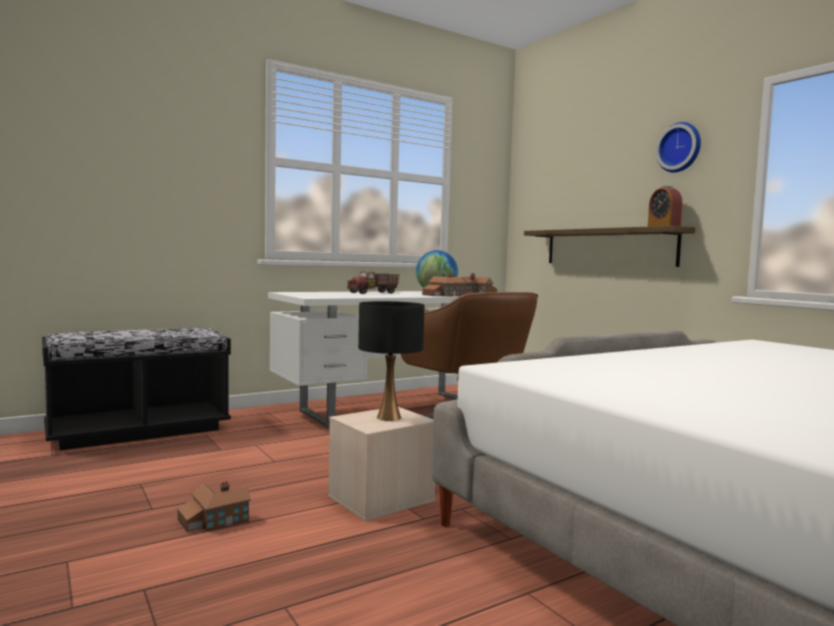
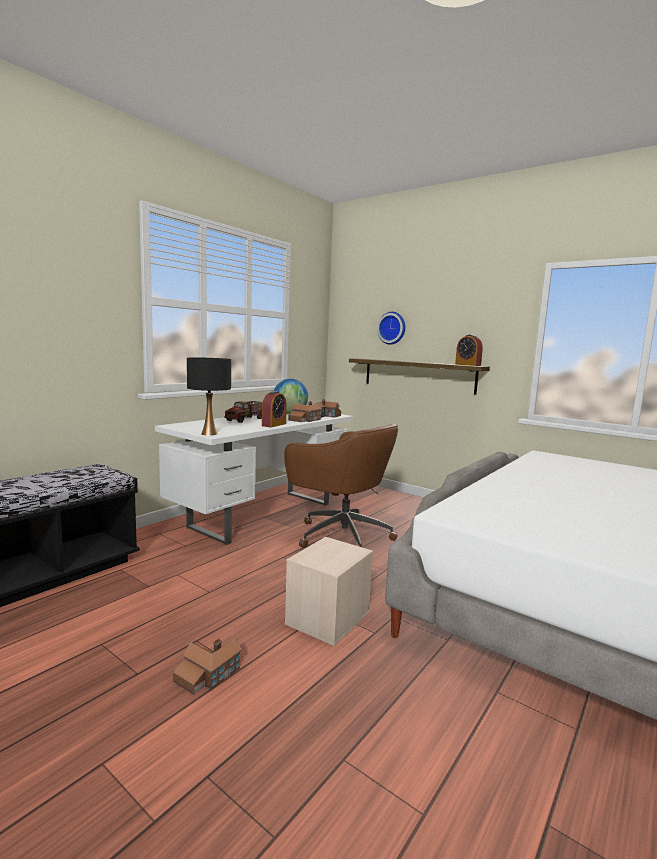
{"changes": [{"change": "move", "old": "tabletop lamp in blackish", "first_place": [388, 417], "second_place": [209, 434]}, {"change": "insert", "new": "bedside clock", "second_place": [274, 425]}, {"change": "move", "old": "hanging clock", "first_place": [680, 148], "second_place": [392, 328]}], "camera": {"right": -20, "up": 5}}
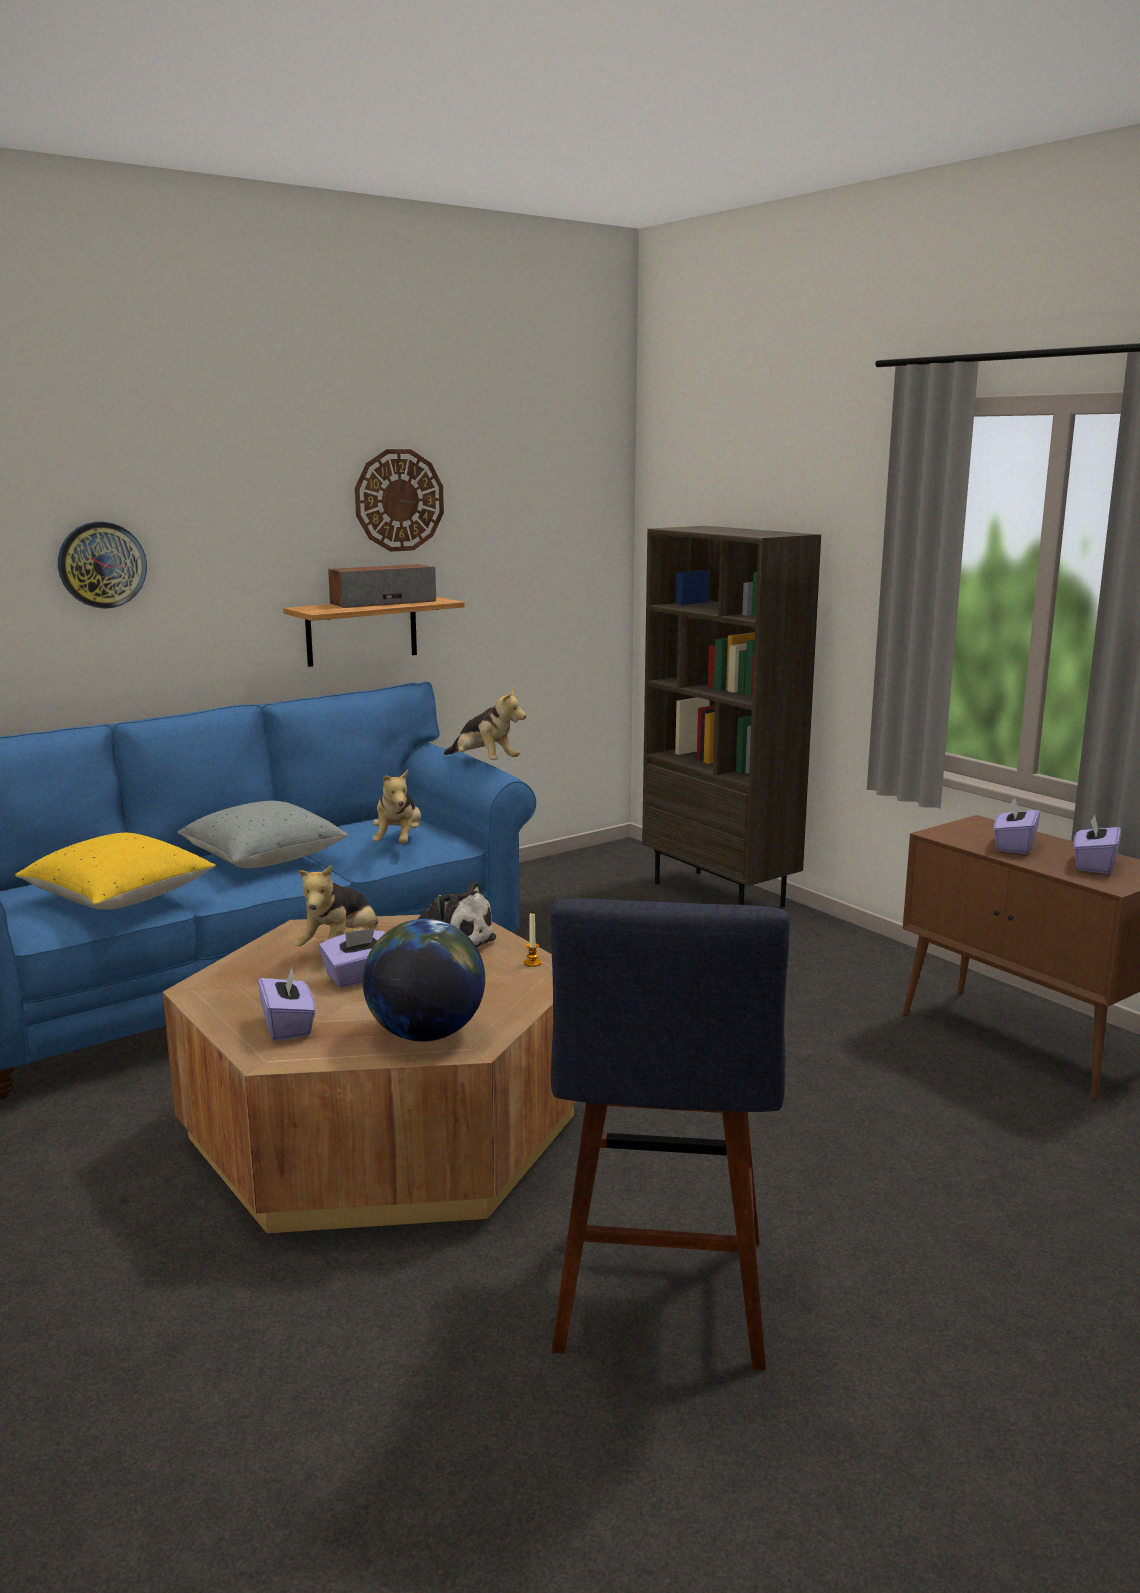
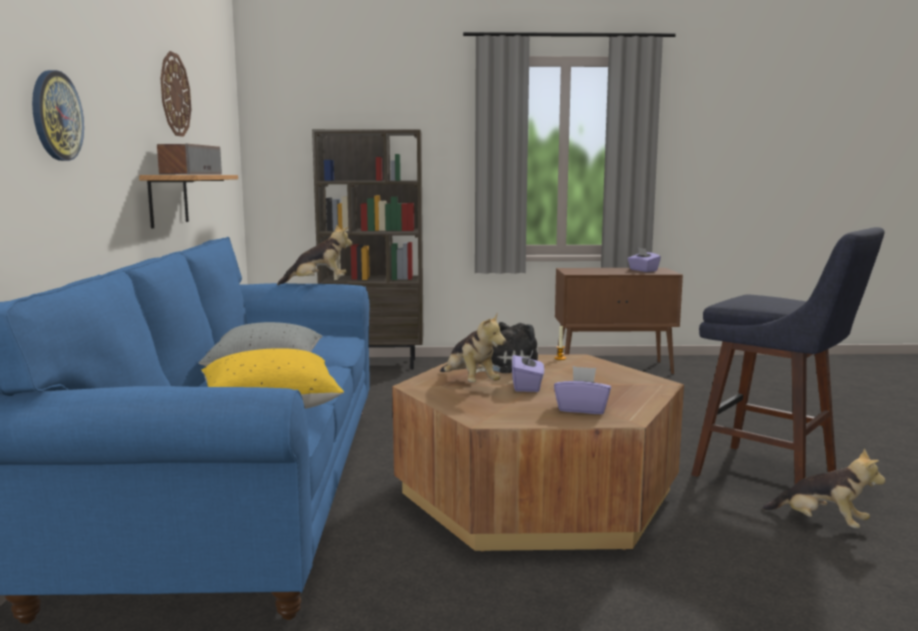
{"changes": [{"change": "move", "old": "plush toy", "first_place": [399, 842], "second_place": [821, 523]}, {"change": "delete", "old": "desk globe", "first_place": [425, 1034]}, {"change": "delete", "old": "tissue holder in purplish", "first_place": [1014, 846]}], "camera": {"right": -55, "up": -5}}
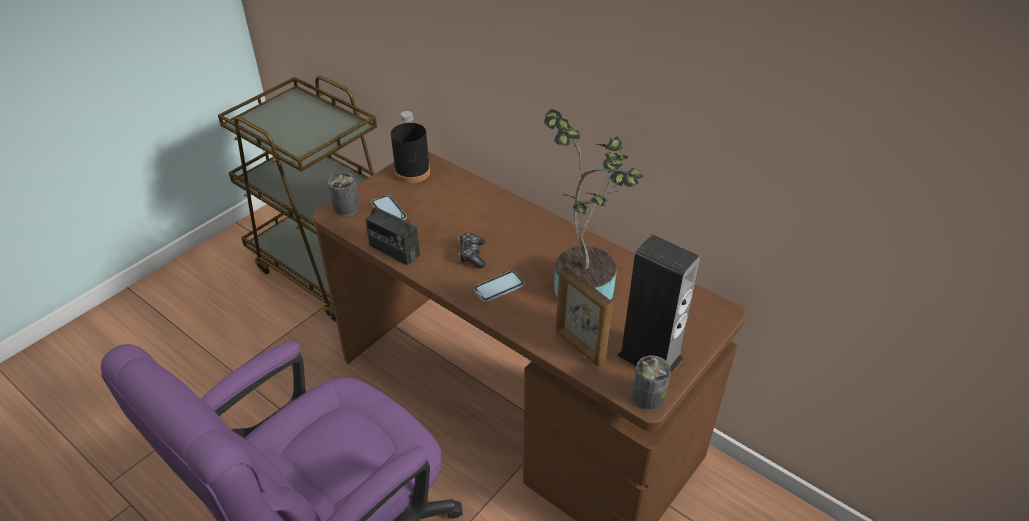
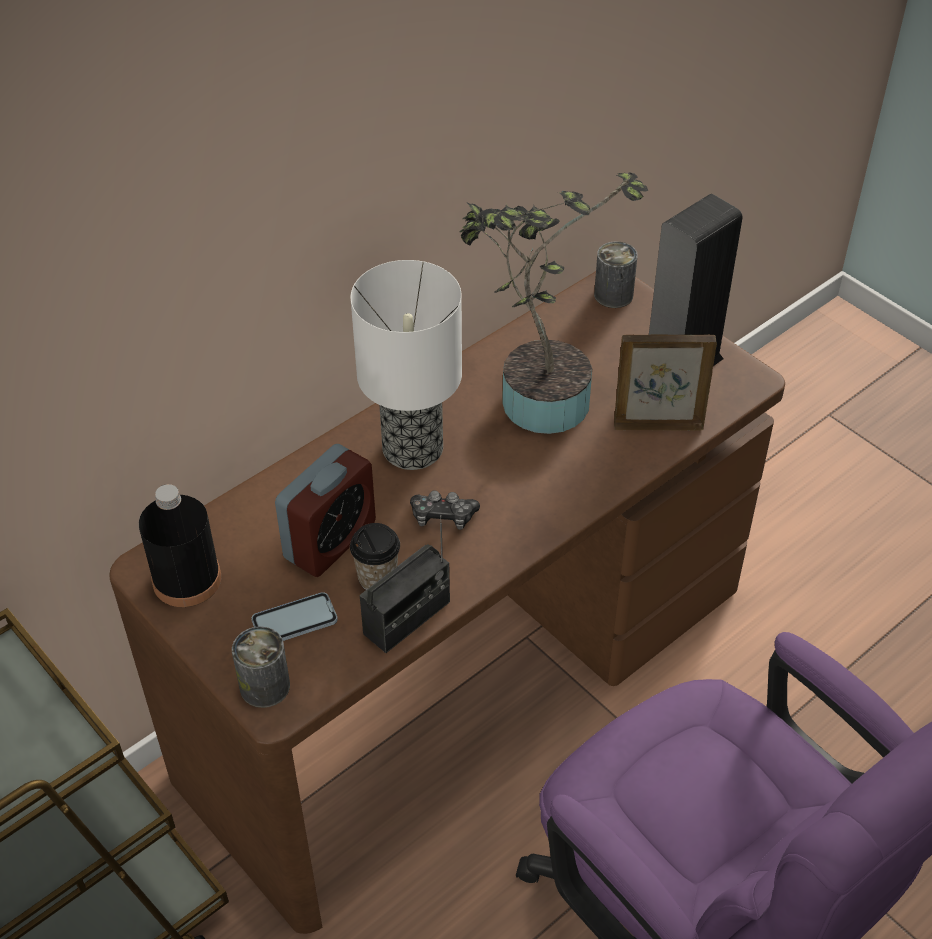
{"changes": [{"change": "insert", "new": "bedside clock", "second_place": [330, 541]}, {"change": "insert", "new": "small cup", "second_place": [377, 578]}, {"change": "insert", "new": "tabletop lamp", "second_place": [414, 448]}, {"change": "move", "old": "metal can", "first_place": [648, 397], "second_place": [613, 295]}, {"change": "rotate", "old": "picture frame", "first_place": [579, 347], "second_place": [657, 425], "degrees": -150}, {"change": "delete", "old": "telephone", "first_place": [499, 287]}], "camera": {"right": -80, "up": 5}}
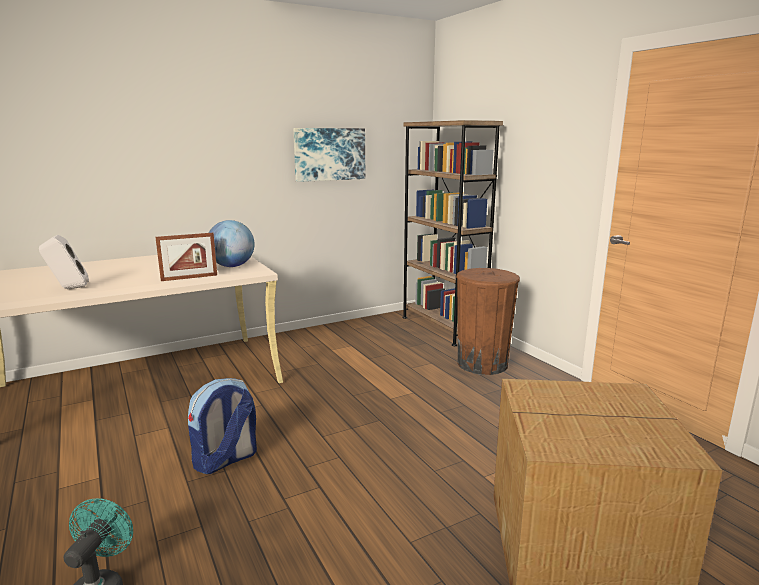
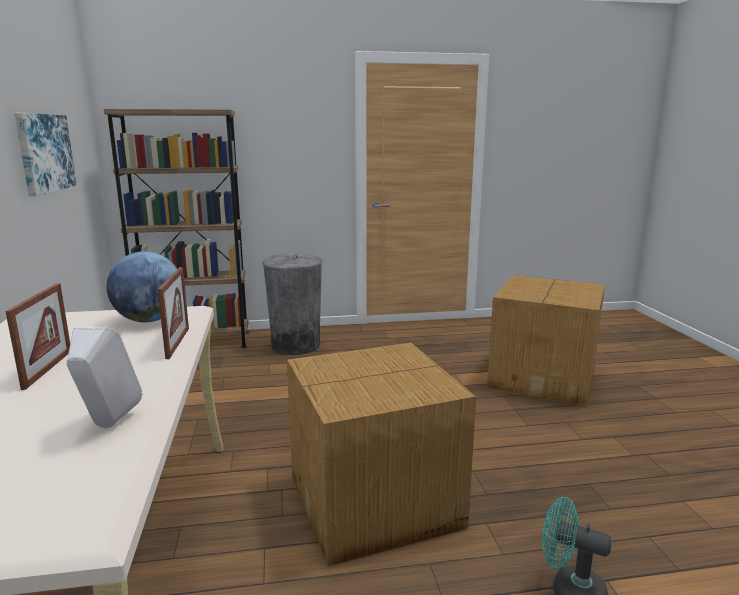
{"changes": [{"change": "insert", "new": "picture frame", "second_place": [48, 369]}, {"change": "recolor", "old": "trash can in brownish", "new": "trash can in greyish", "first_place": [482, 364], "second_place": [295, 345]}, {"change": "replace", "old": "backpack", "new": "packing box", "first_place": [225, 460], "second_place": [377, 502]}], "camera": {"right": -70, "up": 0}}
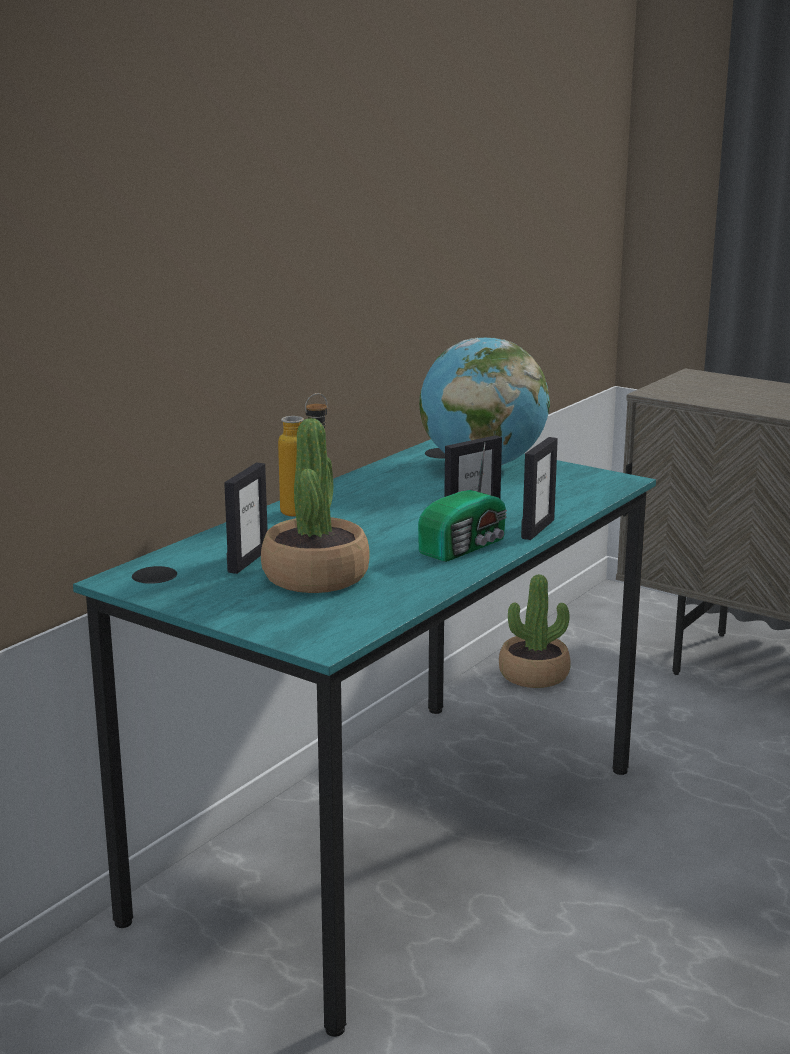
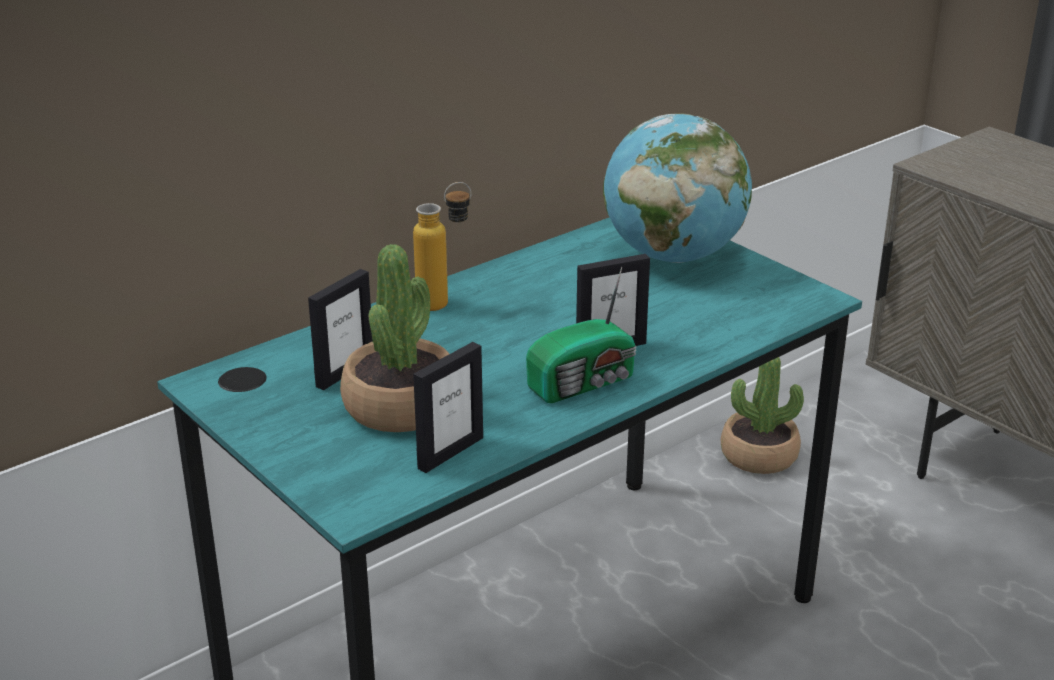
{"changes": [{"change": "move", "old": "picture frame", "first_place": [537, 529], "second_place": [450, 453]}], "camera": {"right": 15, "up": 10}}
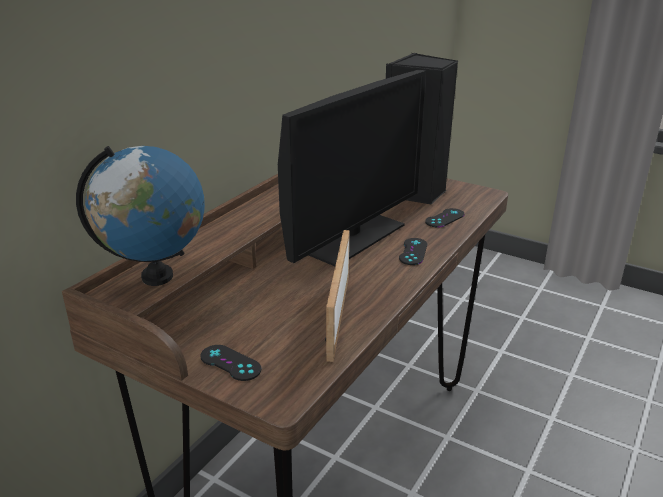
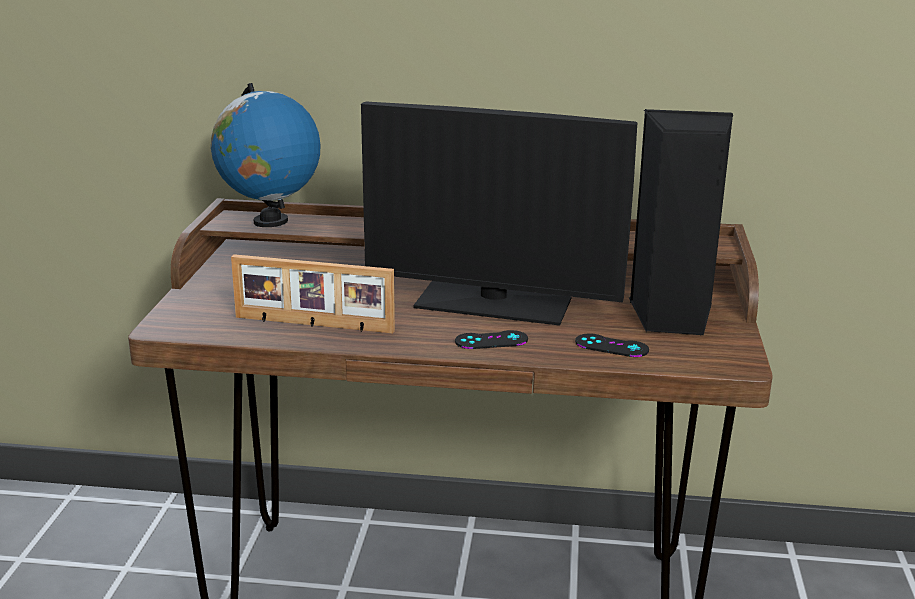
{"changes": [{"change": "rotate", "old": "picture frame", "first_place": [336, 315], "second_place": [313, 325], "degrees": -150}, {"change": "delete", "old": "gamepad in blackish", "first_place": [230, 363]}], "camera": {"right": 65, "up": -5}}
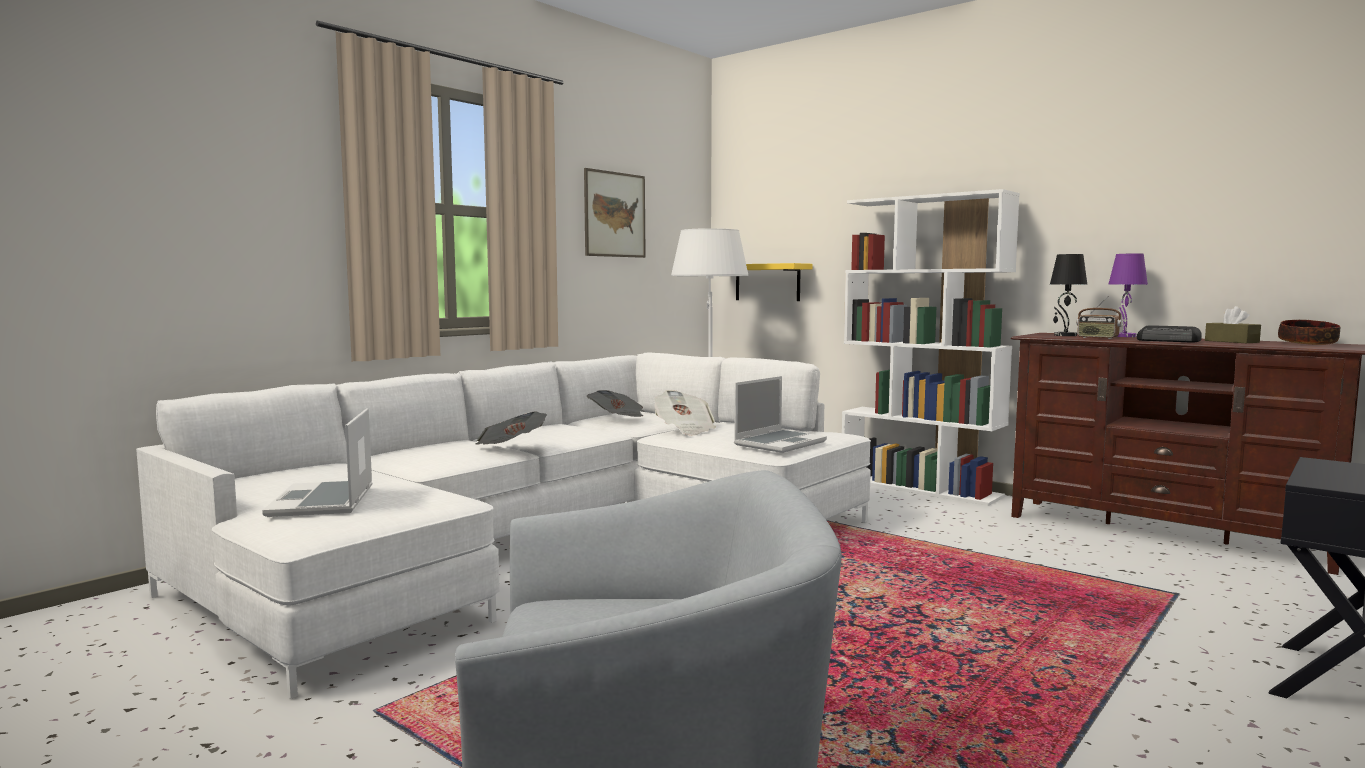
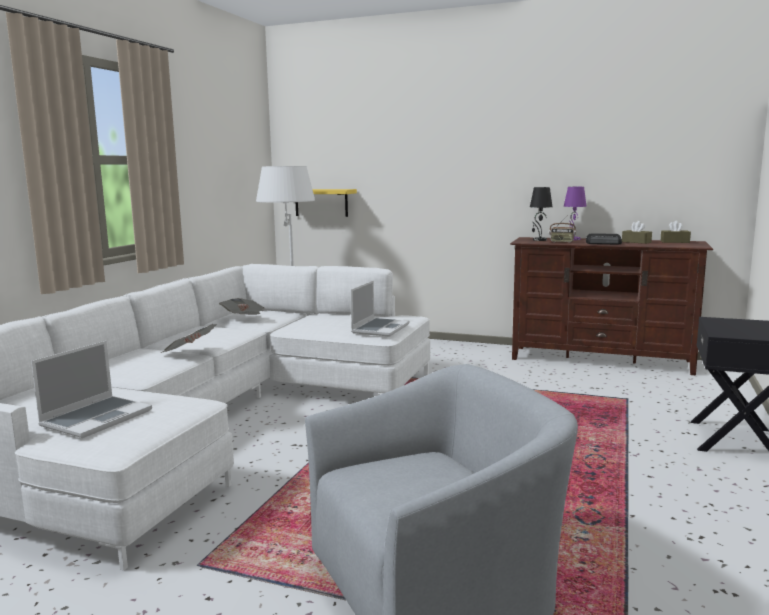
{"changes": [{"change": "rotate", "old": "notebook computer", "first_place": [324, 502], "second_place": [97, 418], "degrees": -120}, {"change": "replace", "old": "serving bowl", "new": "tissue holder in brownish", "first_place": [1306, 343], "second_place": [674, 242]}, {"change": "delete", "old": "wall picture", "first_place": [615, 214]}, {"change": "delete", "old": "daily paper", "first_place": [684, 430]}, {"change": "delete", "old": "bookshelf in white-coloured", "first_place": [920, 488]}], "camera": {"right": -20, "up": 5}}
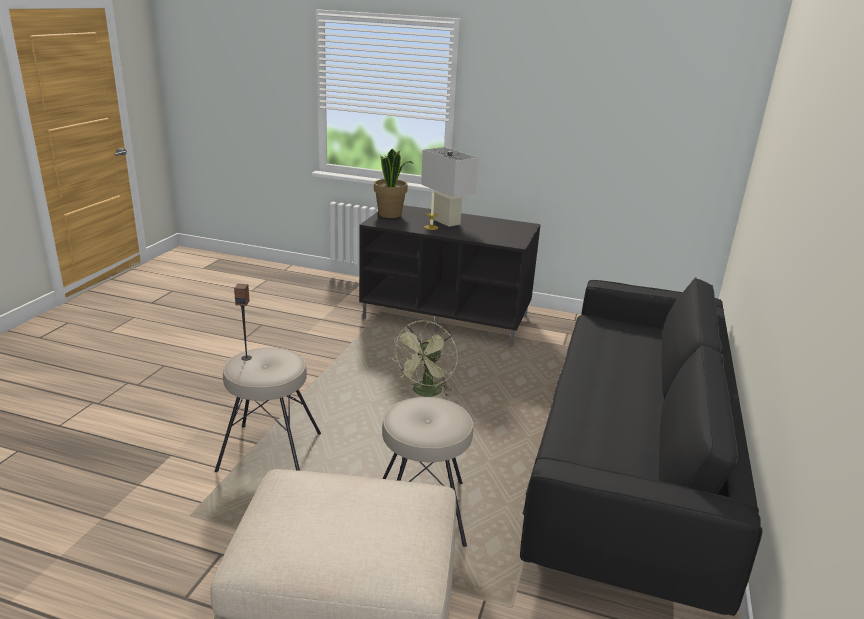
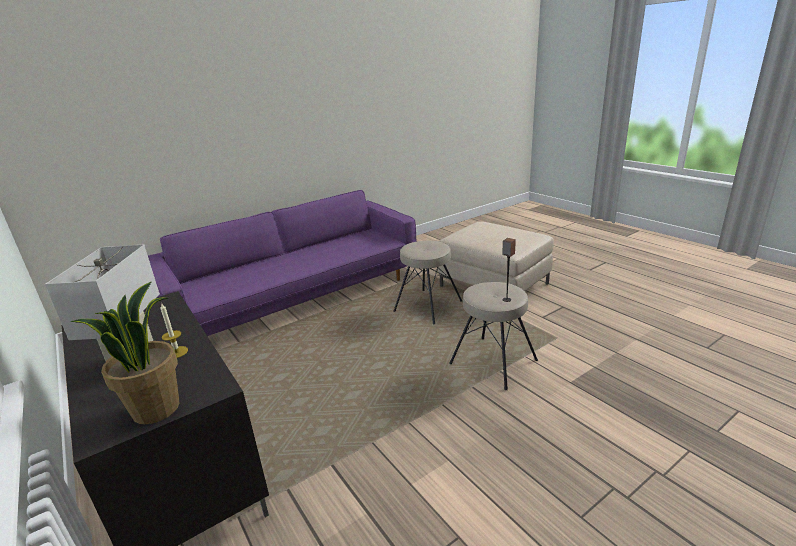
{"changes": [{"change": "recolor", "old": "settee in blackish", "new": "settee in purplish", "first_place": [628, 459], "second_place": [297, 297]}, {"change": "delete", "old": "electric fan in green", "first_place": [425, 393]}], "camera": {"right": -140, "up": 0}}
